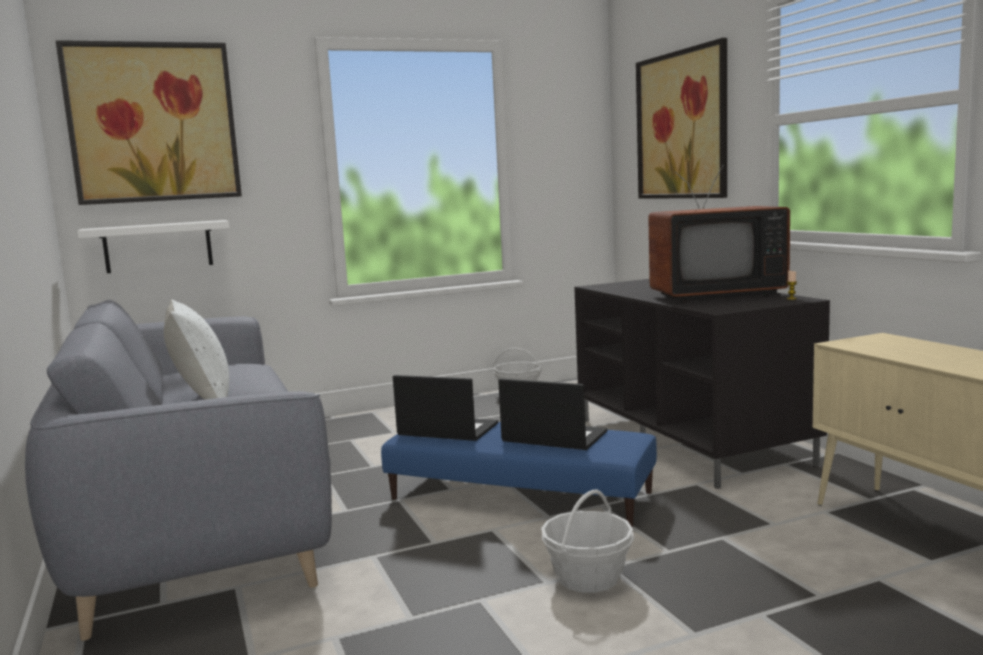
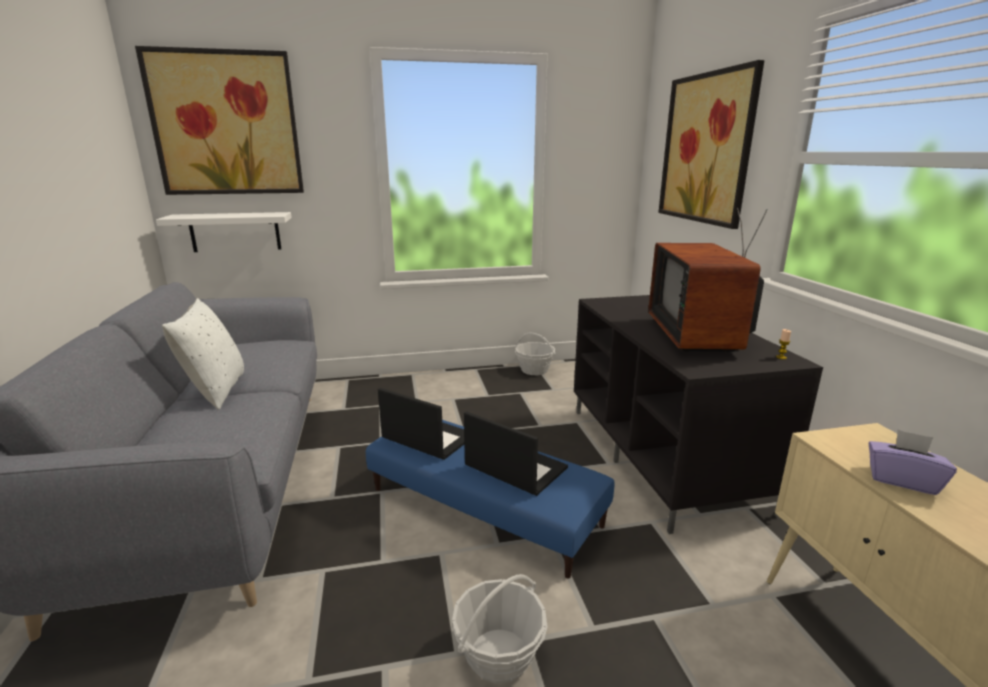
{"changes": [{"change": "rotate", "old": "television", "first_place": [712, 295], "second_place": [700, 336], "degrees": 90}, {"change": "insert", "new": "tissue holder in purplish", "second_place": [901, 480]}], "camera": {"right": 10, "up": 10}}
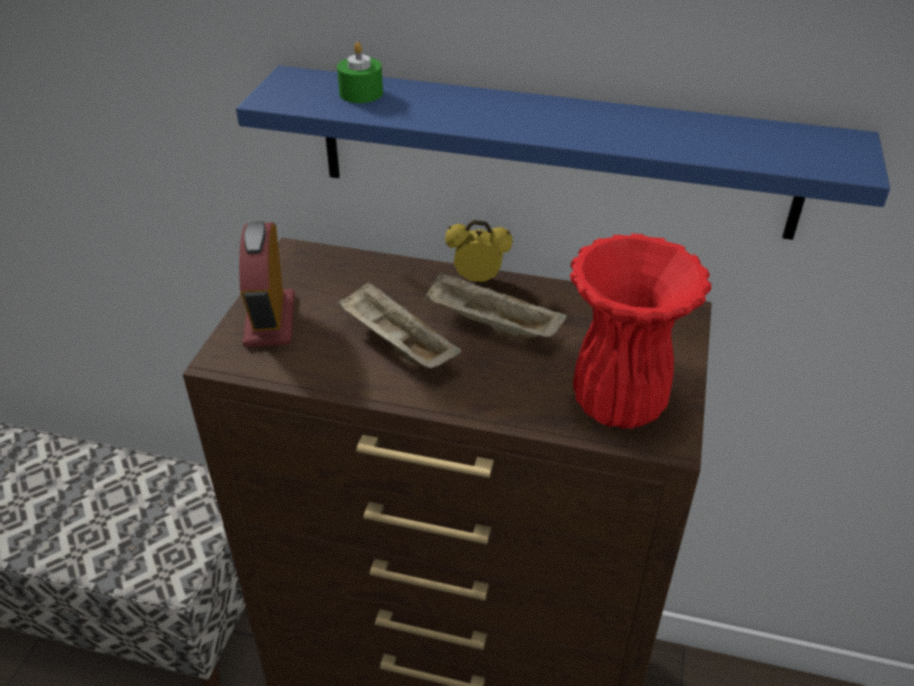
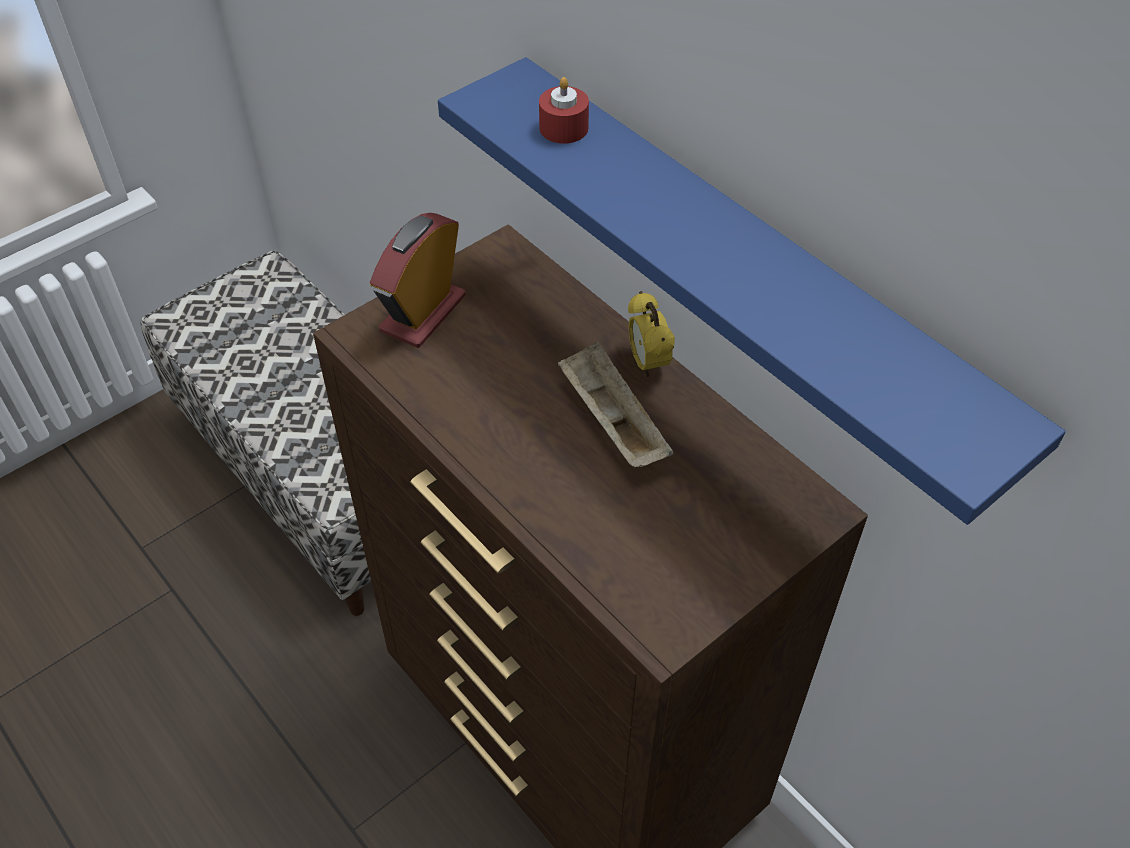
{"changes": [{"change": "recolor", "old": "candle in green", "new": "candle in red-coloured", "first_place": [361, 93], "second_place": [563, 128]}, {"change": "rotate", "old": "bedside clock", "first_place": [478, 279], "second_place": [647, 364], "degrees": -150}, {"change": "delete", "old": "carrying tray in beige", "first_place": [396, 344]}, {"change": "delete", "old": "decorative vase in red-coloured", "first_place": [617, 403]}], "camera": {"right": 35, "up": 10}}
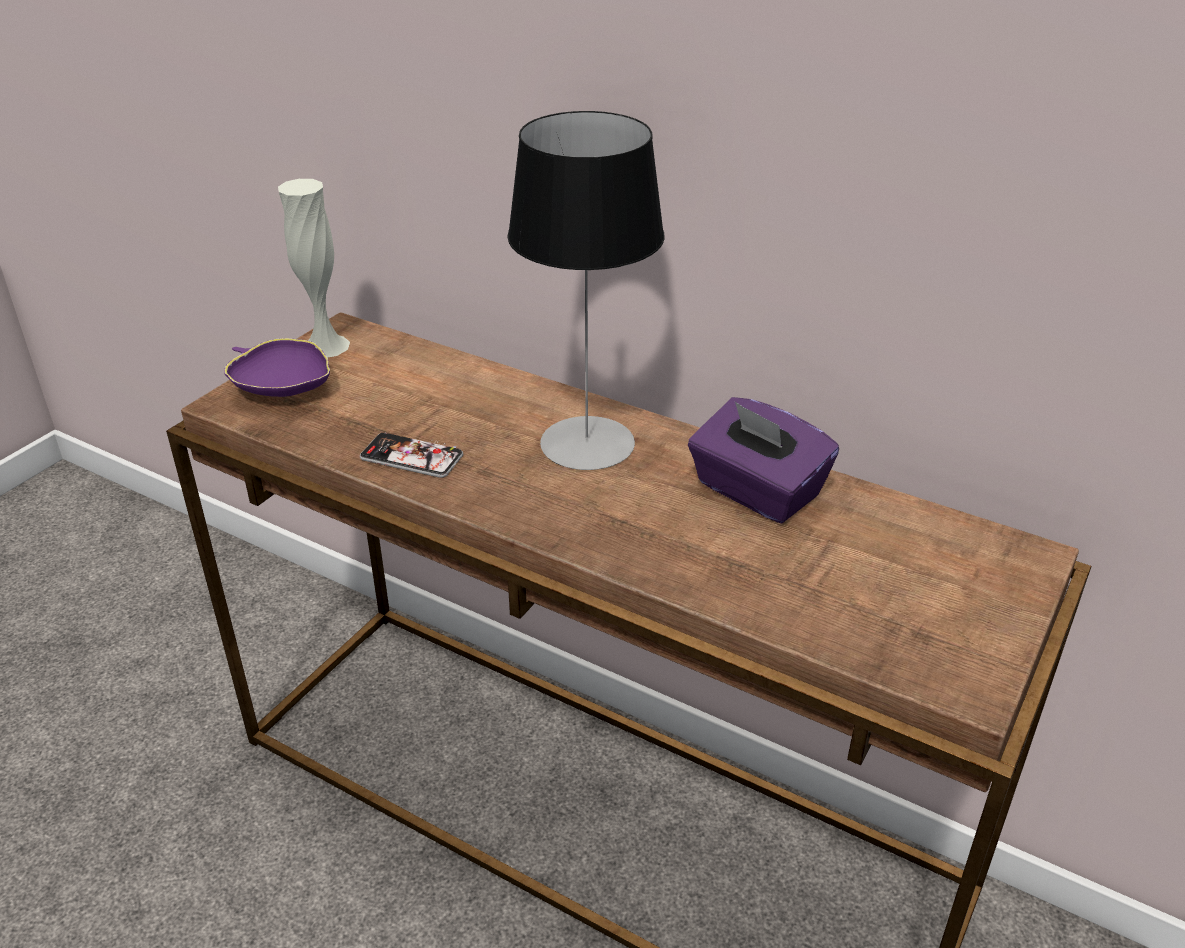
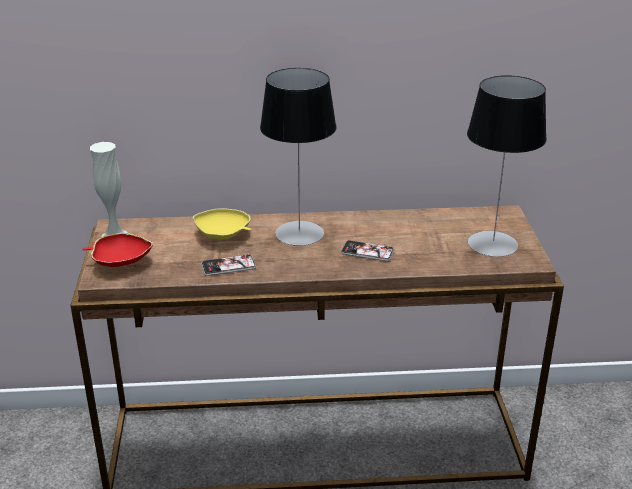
{"changes": [{"change": "recolor", "old": "serving bowl in purplish", "new": "serving bowl in red-coloured", "first_place": [282, 387], "second_place": [120, 261]}, {"change": "insert", "new": "serving bowl in yellow-coloured", "second_place": [223, 235]}, {"change": "insert", "new": "telephone", "second_place": [367, 252]}, {"change": "insert", "new": "tabletop lamp", "second_place": [493, 244]}, {"change": "delete", "old": "tissue holder in purplish", "first_place": [756, 492]}], "camera": {"right": -35, "up": -5}}
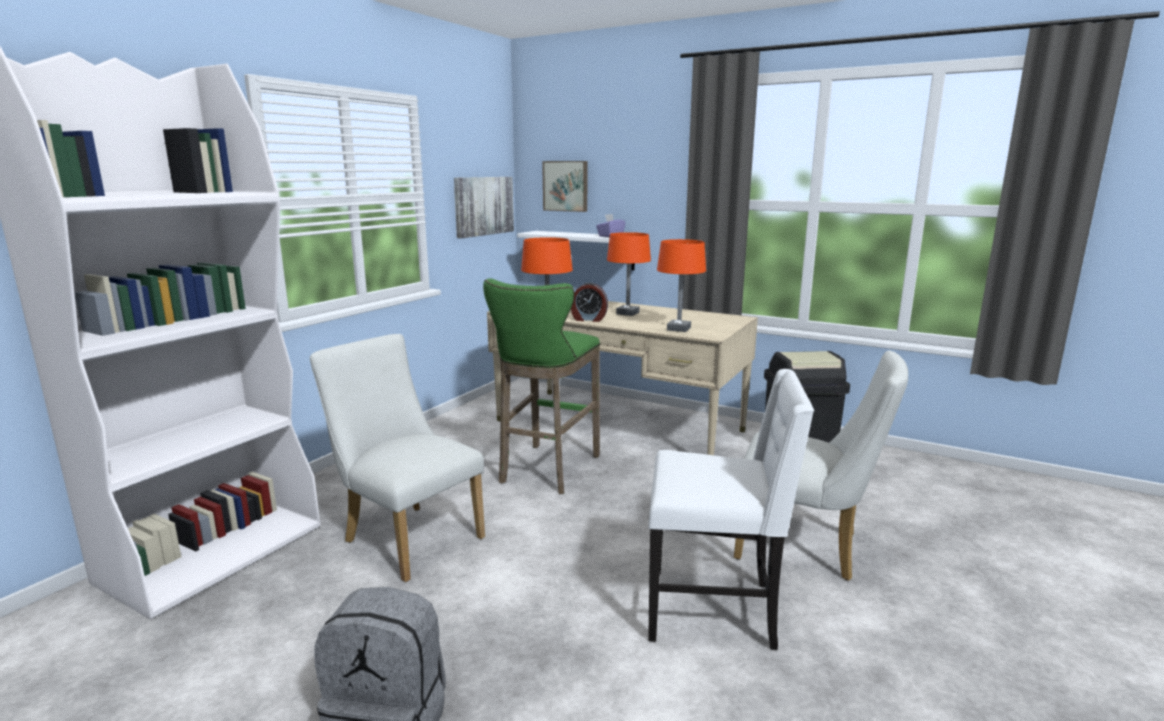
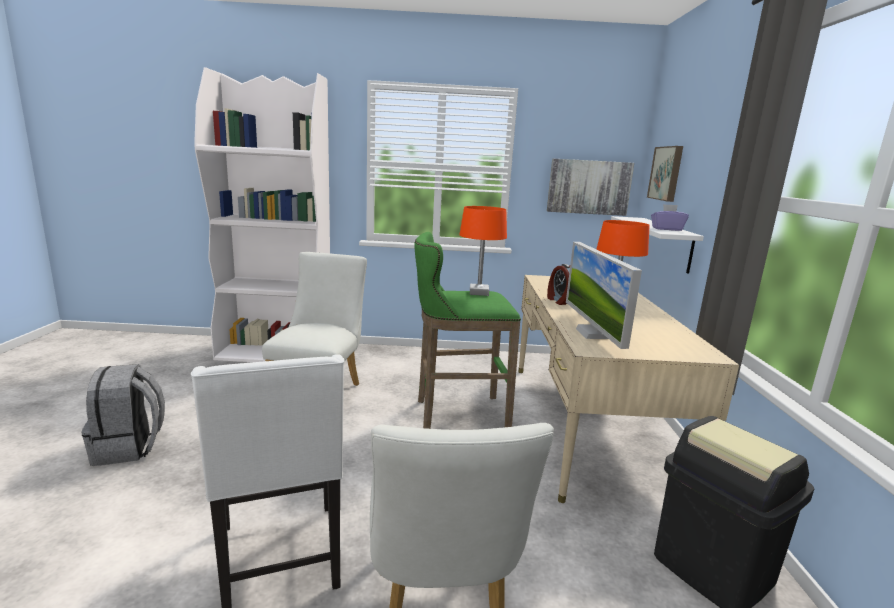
{"changes": [{"change": "replace", "old": "tabletop lamp in orange-coloured", "new": "computer screen", "first_place": [679, 329], "second_place": [593, 333]}], "camera": {"right": 60, "up": 0}}
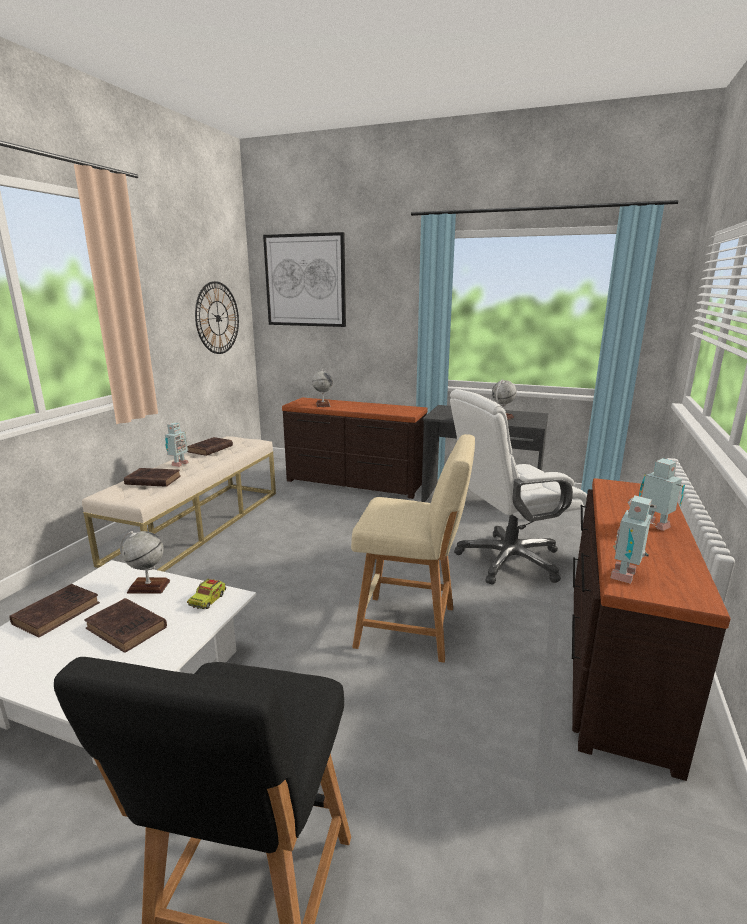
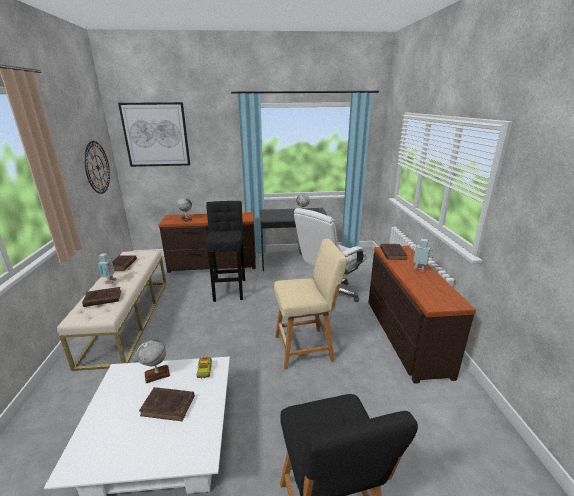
{"changes": [{"change": "insert", "new": "sitting stool in blackish", "second_place": [229, 288]}, {"change": "move", "old": "bound book in brownish", "first_place": [59, 612], "second_place": [392, 253]}, {"change": "delete", "old": "robot figure", "first_place": [626, 575]}], "camera": {"right": -25, "up": 5}}
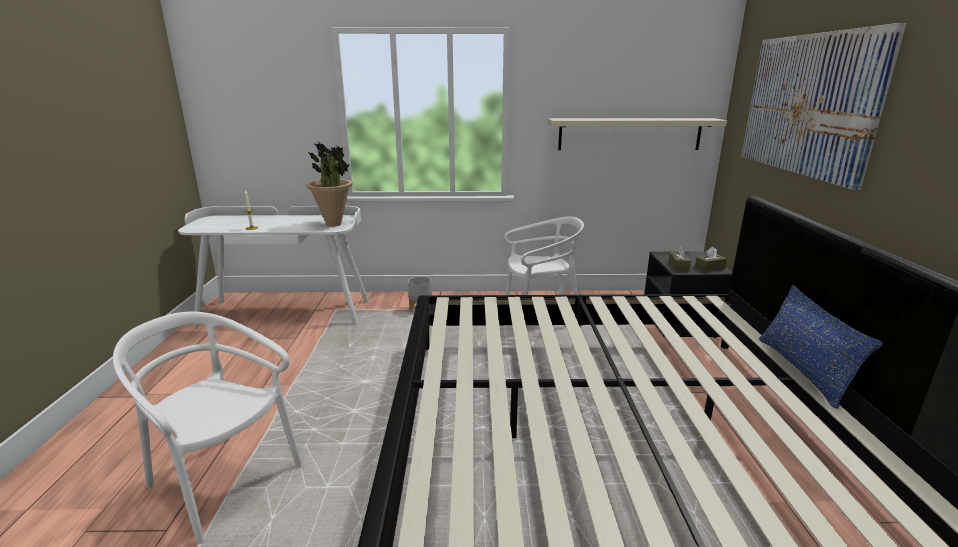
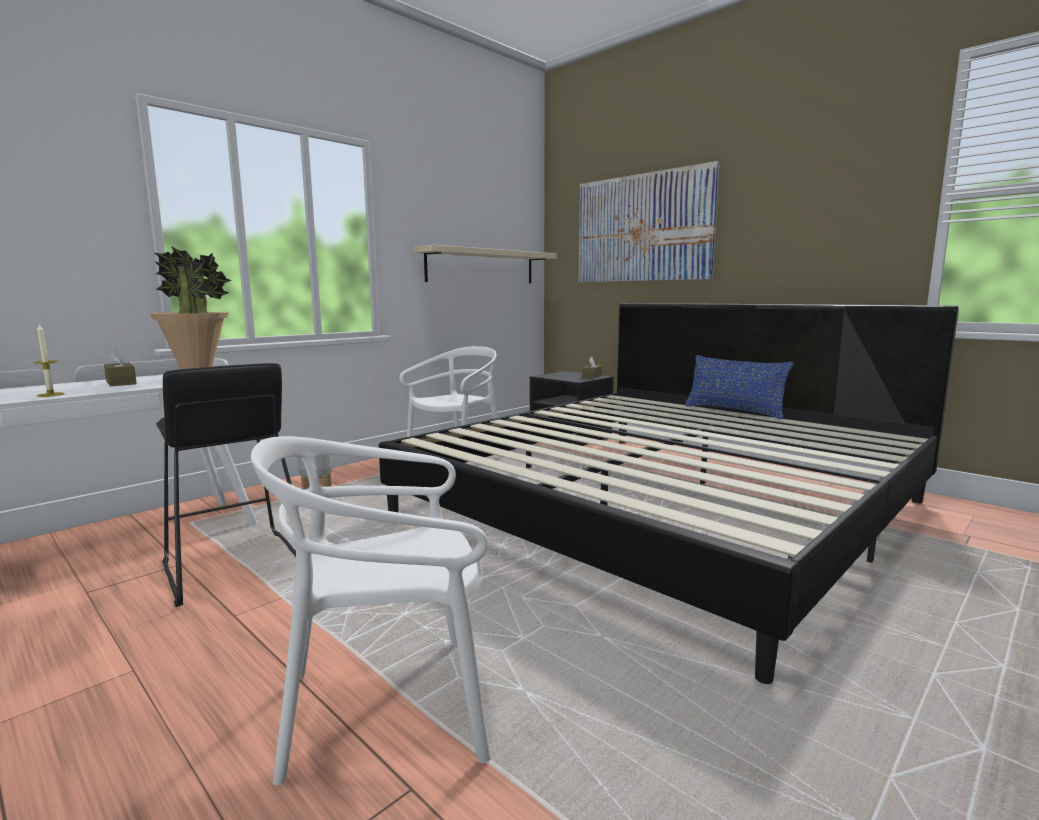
{"changes": [{"change": "move", "old": "tissue holder in brownish", "first_place": [678, 266], "second_place": [121, 383]}, {"change": "insert", "new": "sitting stool in blackish", "second_place": [233, 566]}], "camera": {"right": -45, "up": -10}}
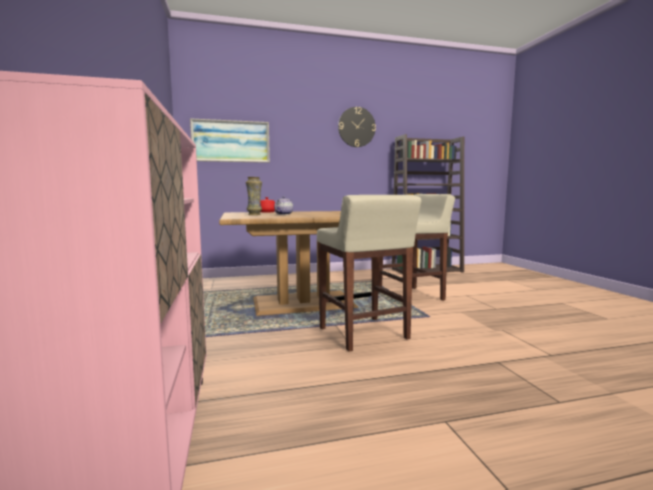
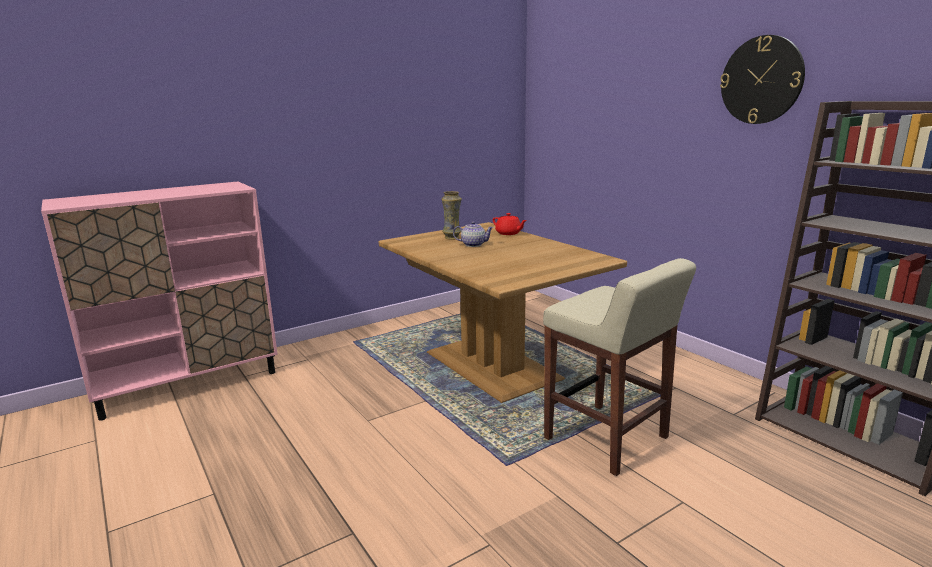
{"changes": [{"change": "delete", "old": "wall picture", "first_place": [231, 141]}, {"change": "delete", "old": "sitting stool in beige", "first_place": [363, 334]}], "camera": {"right": 70, "up": 10}}
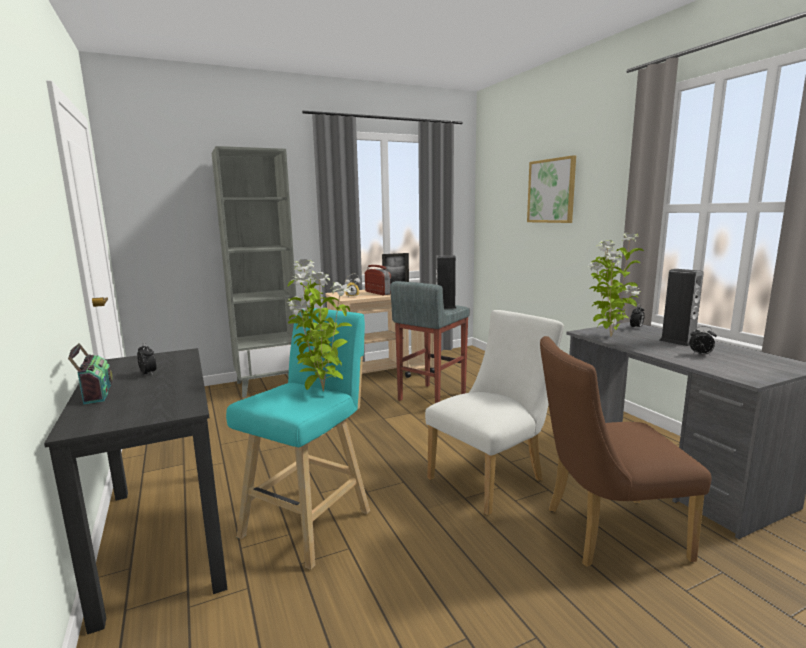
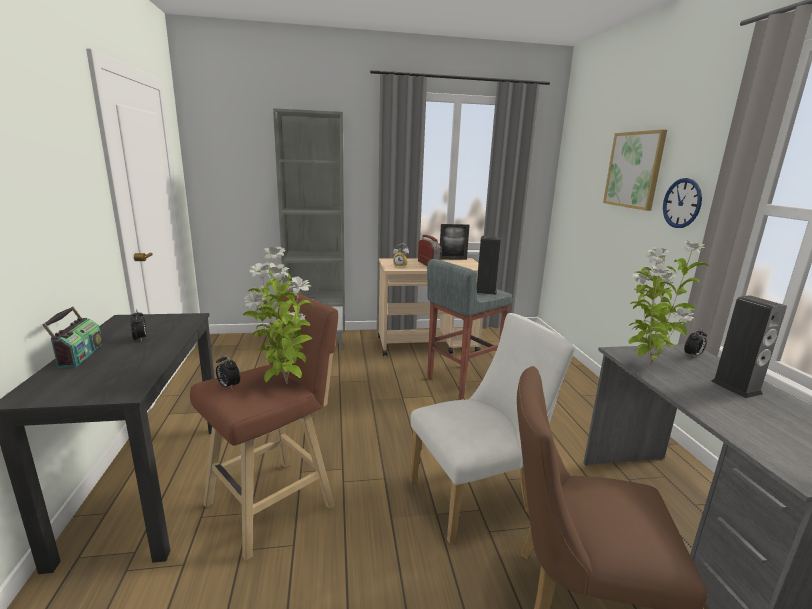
{"changes": [{"change": "recolor", "old": "sitting stool in turquoise", "new": "sitting stool in brownish", "first_place": [310, 521], "second_place": [275, 503]}, {"change": "move", "old": "bedside clock", "first_place": [700, 355], "second_place": [228, 386]}, {"change": "insert", "new": "hanging clock", "second_place": [682, 203]}], "camera": {"right": 15, "up": 5}}
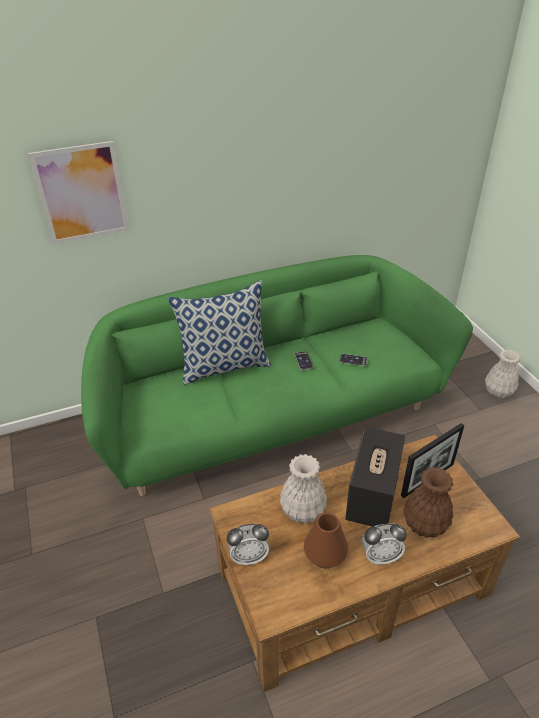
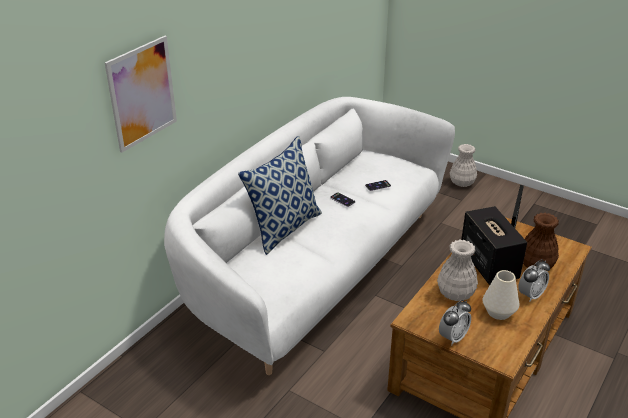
{"changes": [{"change": "recolor", "old": "settee in green", "new": "settee in white-coloured", "first_place": [271, 416], "second_place": [315, 268]}, {"change": "recolor", "old": "decorative vase in brownish", "new": "decorative vase in white-coloured", "first_place": [325, 556], "second_place": [498, 312]}], "camera": {"right": -35, "up": -5}}
